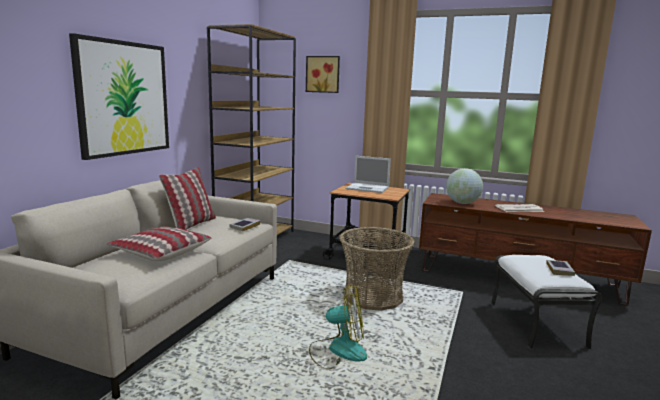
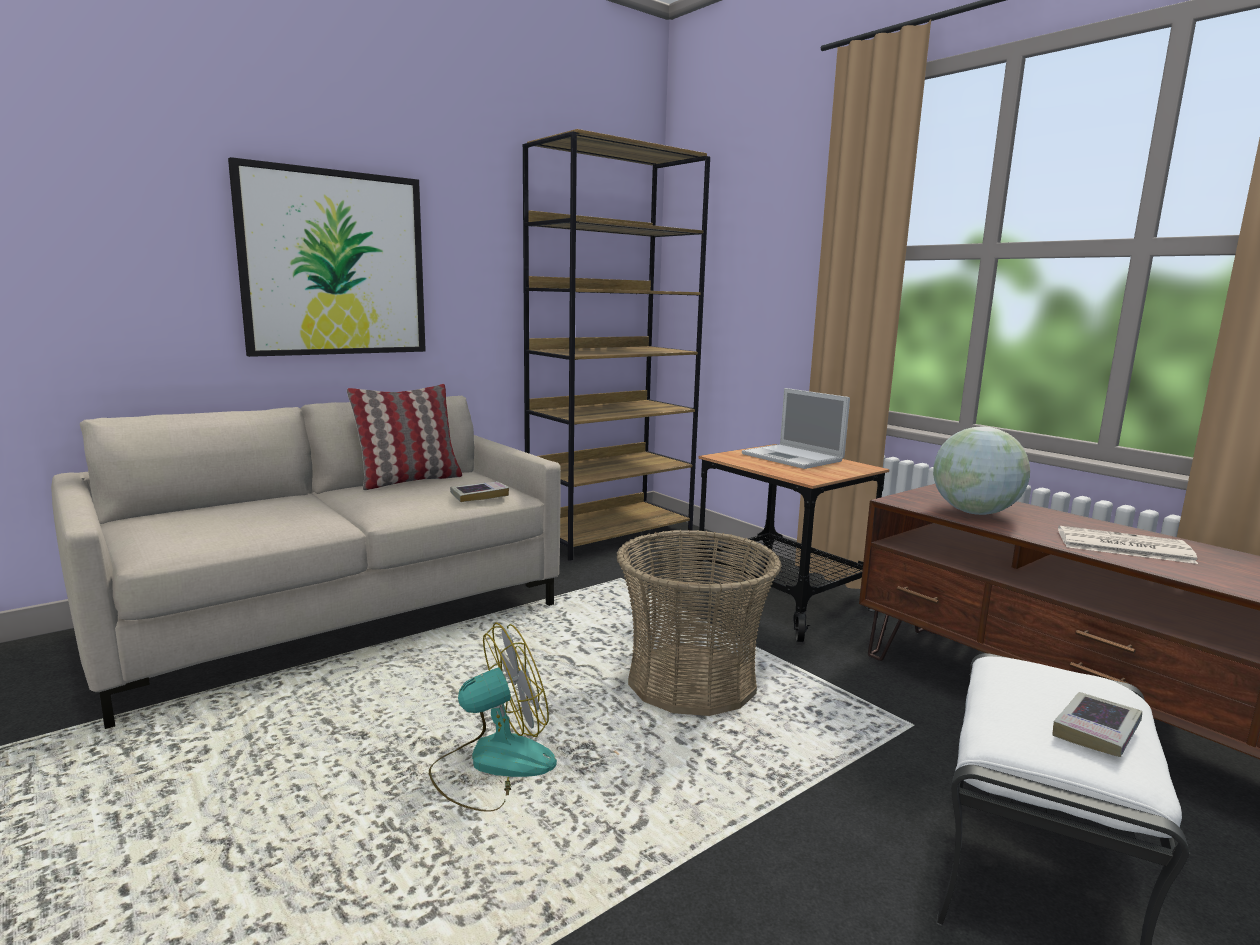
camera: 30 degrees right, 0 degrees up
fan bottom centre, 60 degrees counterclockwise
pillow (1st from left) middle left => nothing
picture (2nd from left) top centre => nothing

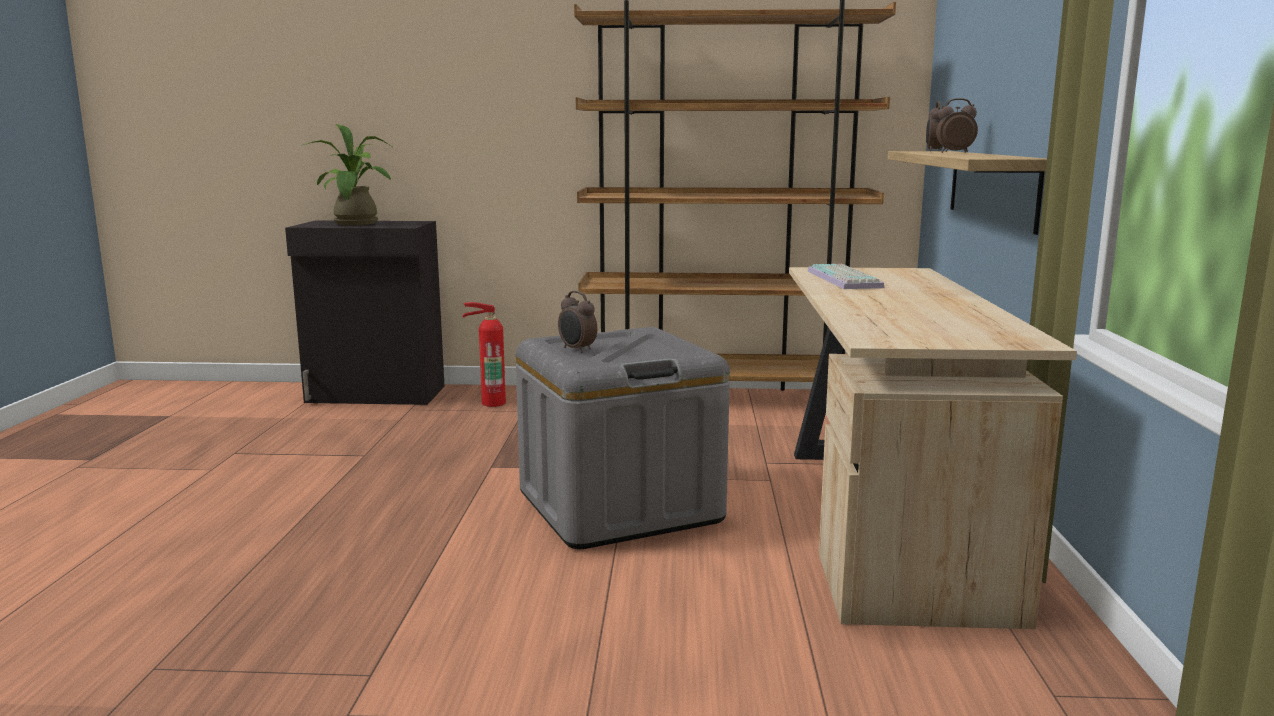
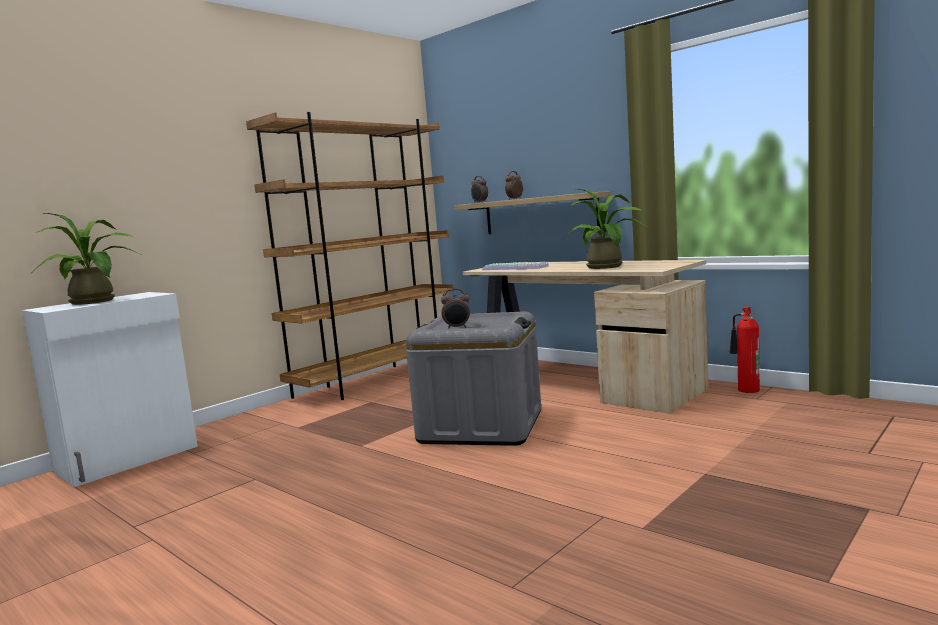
camera: 50 degrees left, 5 degrees down
cabinet/black middle left => cabinet/white middle left
nothing => potted plant (2nd from left) centre
fire extinguisher centre => fire extinguisher middle right, moved

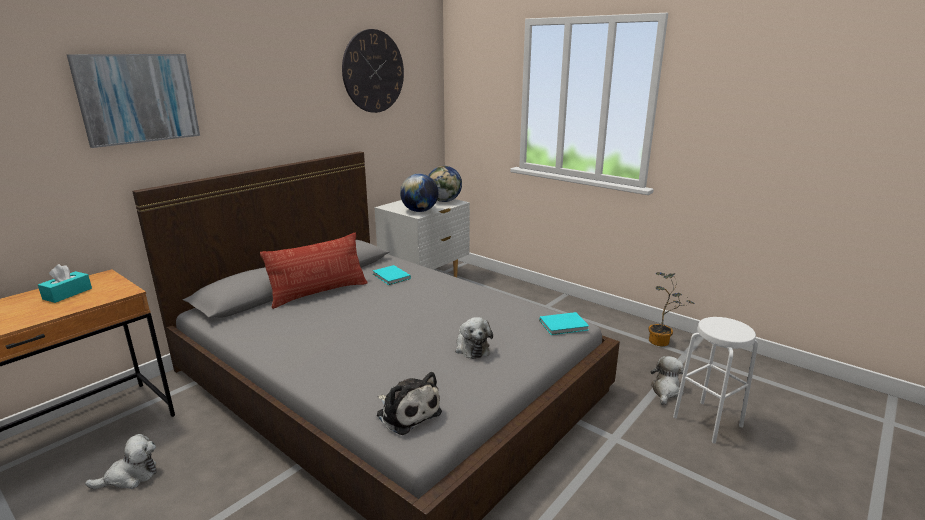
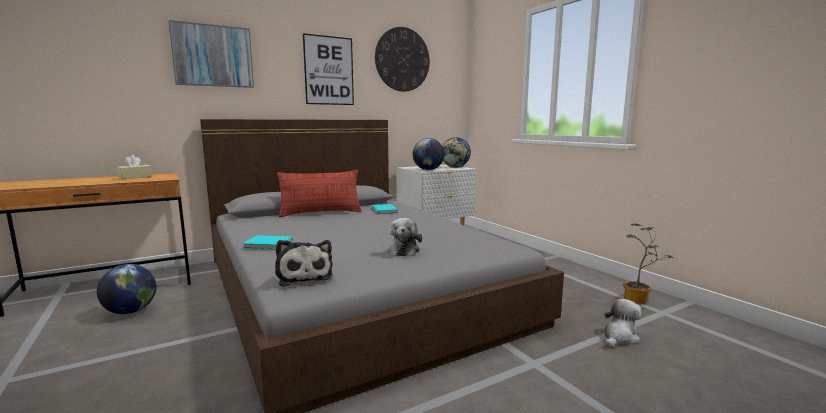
camera: 20 degrees right, 10 degrees down
plush toy (1st from left) bottom left => globe (1st from left) bottom left
tissue box/turquoise middle left => tissue box/beige middle left
book/turquoise (2nd from left in the first image) centre => book/turquoise (1st from left) middle left, moved
nothing => picture (2nd from left) top centre
stool/white bottom right => nothing

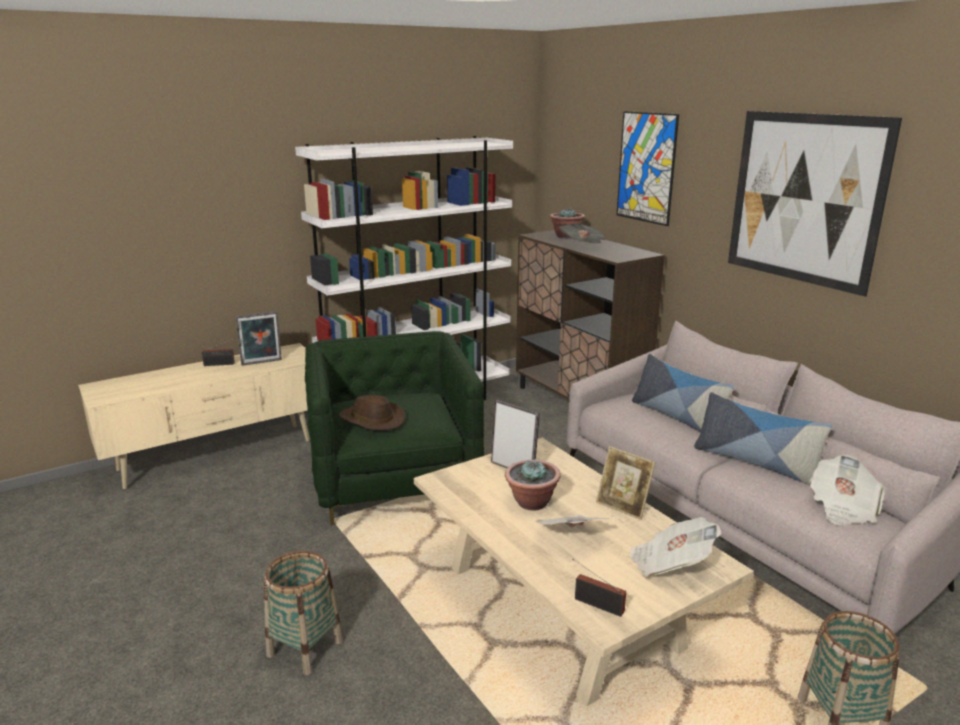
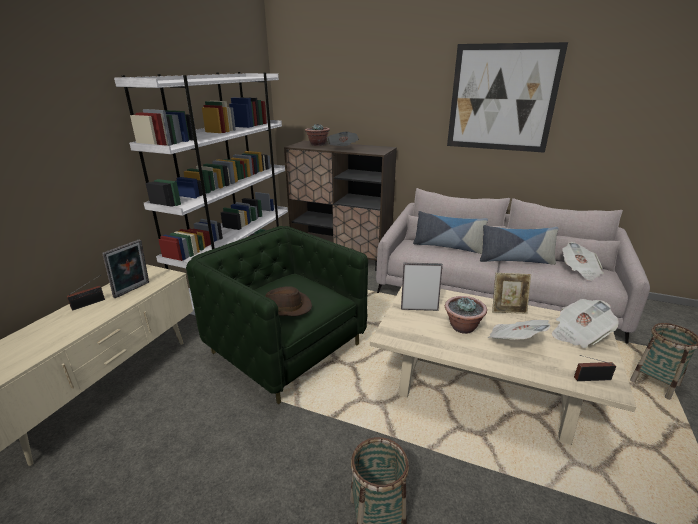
camera: 35 degrees left, 5 degrees up
picture (1st from left) top right => nothing

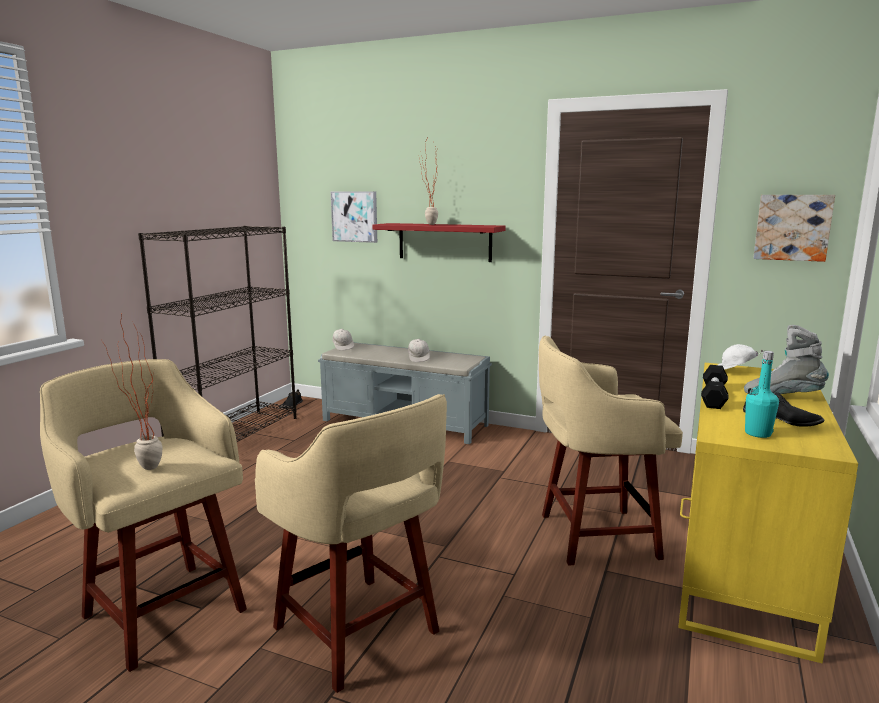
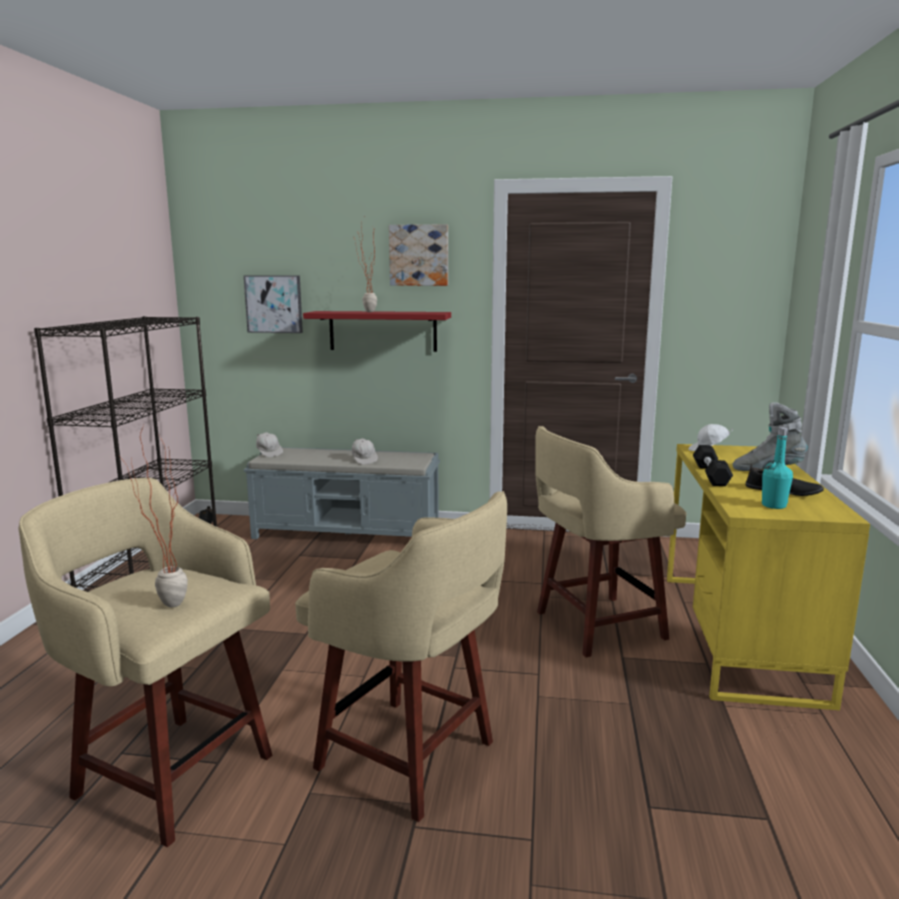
camera: 15 degrees left, 0 degrees up
picture (2nd from left) top right => picture (2nd from left) top centre, moved

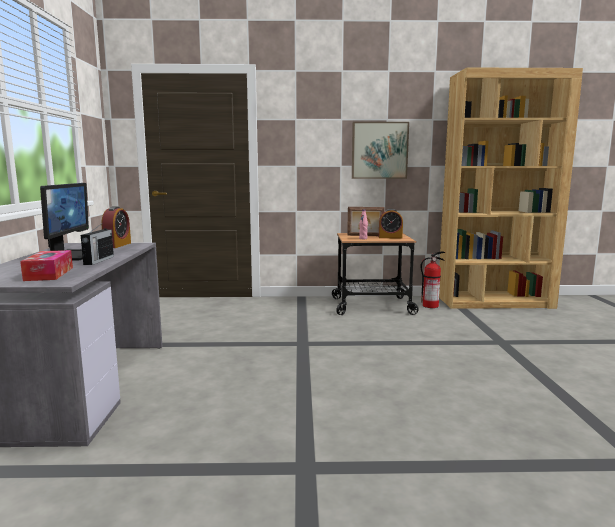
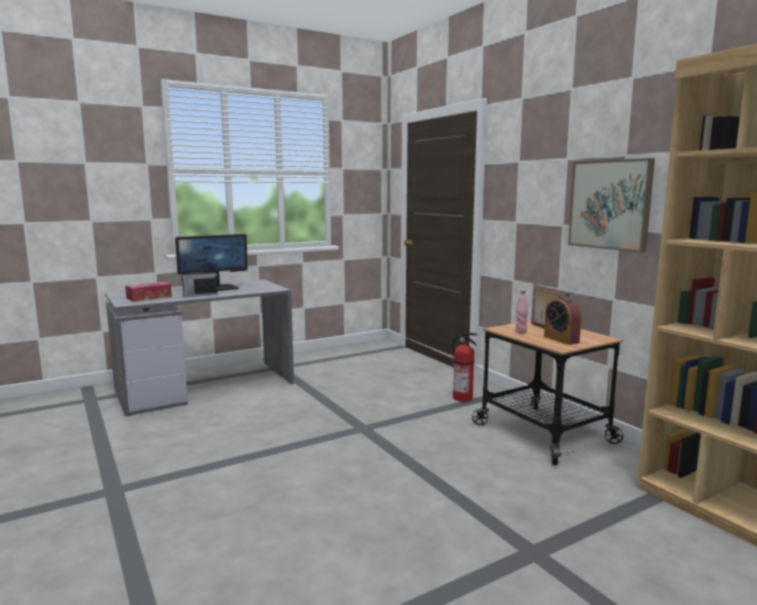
camera: 60 degrees right, 0 degrees up
fire extinguisher middle right => fire extinguisher centre, moved
alarm clock (1st from left) middle left => nothing

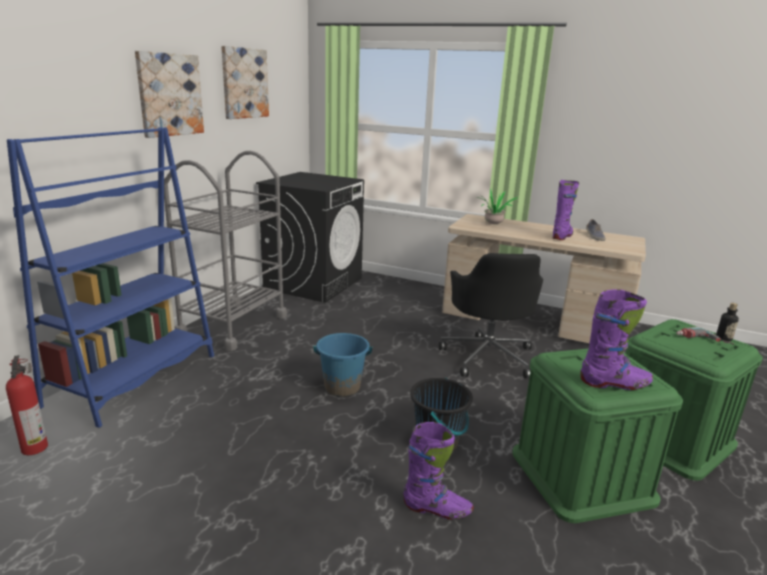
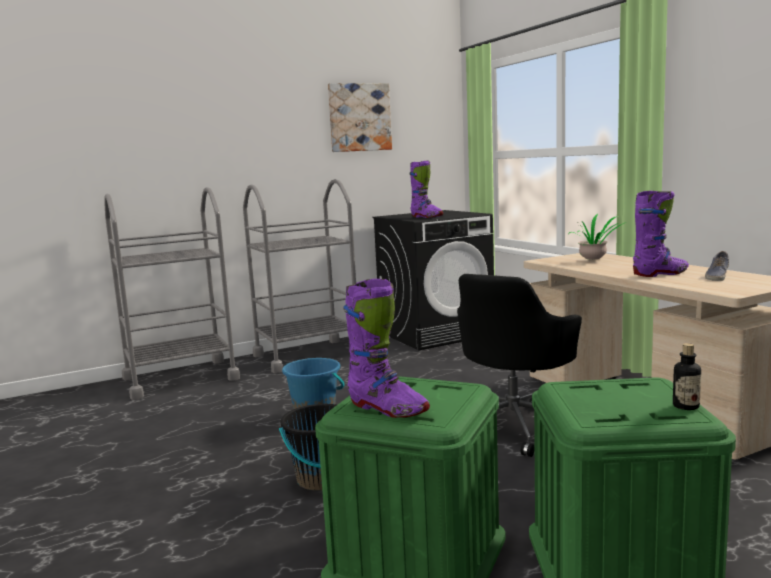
camera: 40 degrees right, 10 degrees down
bookcase/blue middle left => cart/grey (1st from left) middle left
boot/purple (1st from left in the first image) bottom centre => boot/purple (2nd from left) top centre, moved
fire extinguisher bottom left => nothing
picture (1st from left) top left => nothing
power drill middle right => nothing

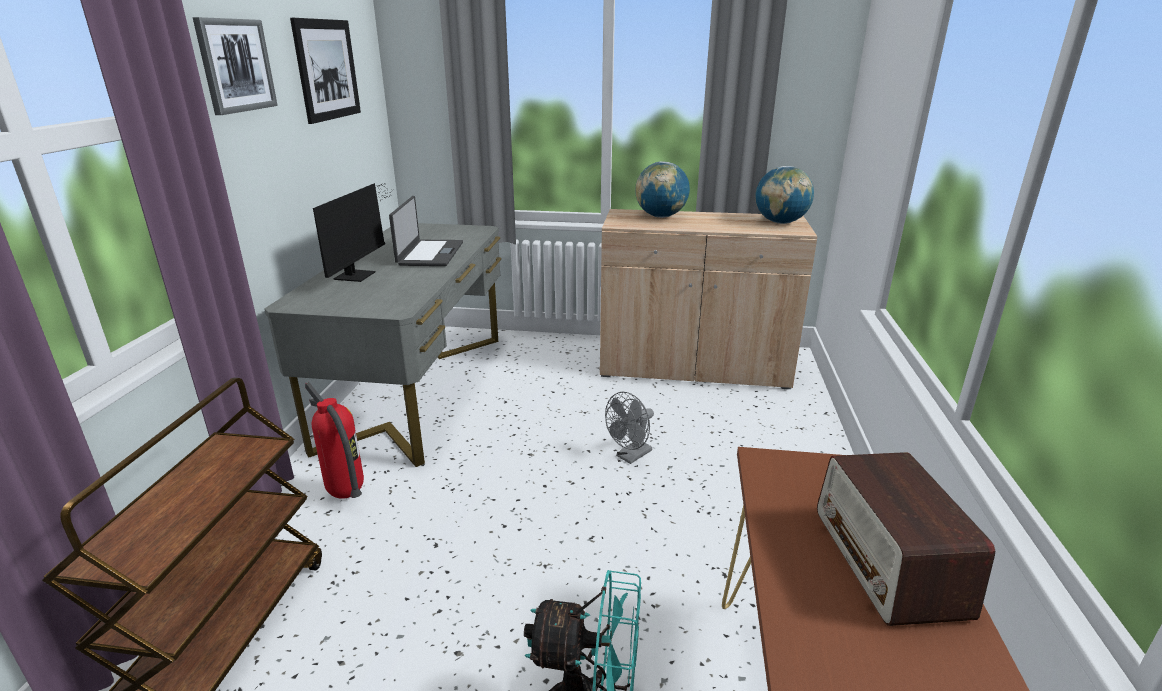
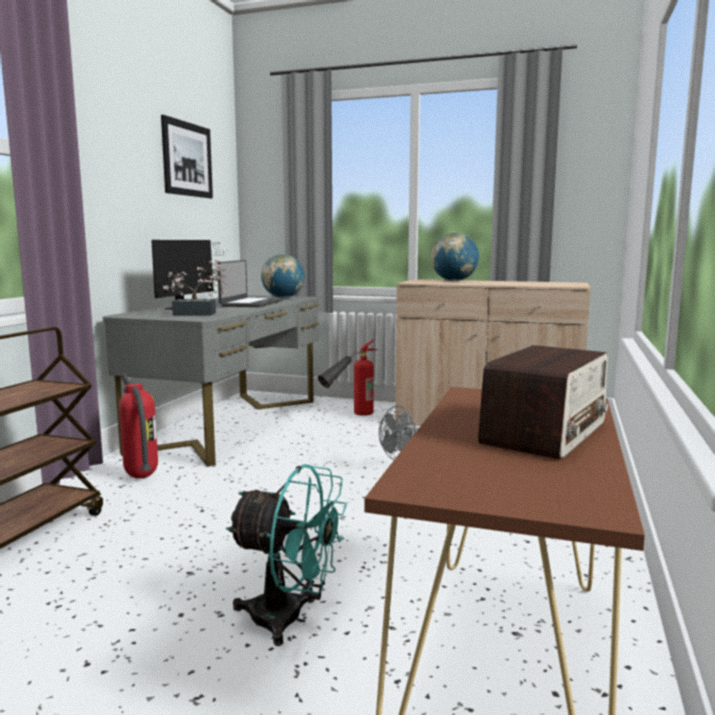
camera: 10 degrees right, 15 degrees down
nothing => potted plant middle left
globe (2nd from left in the first image) top right => globe (1st from left) centre, moved
nothing => fire extinguisher (2nd from left) centre
radio bottom right => radio middle right, 150 degrees counterclockwise
picture (1st from left) top left => nothing

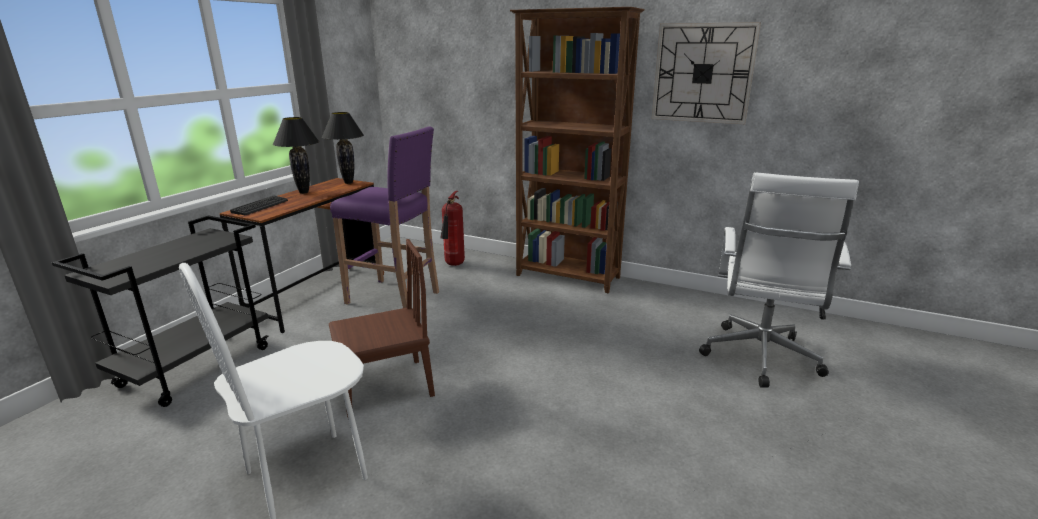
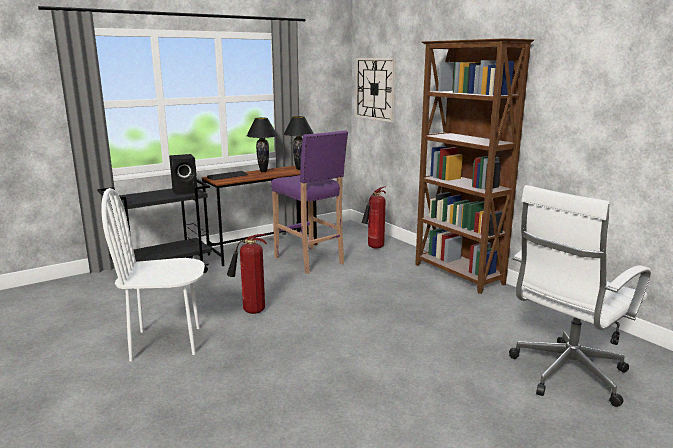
camera: 30 degrees right, 5 degrees down
nothing => speaker/black middle left
chair/brown centre => fire extinguisher (1st from left) centre
wall clock top right => wall clock top centre, moved

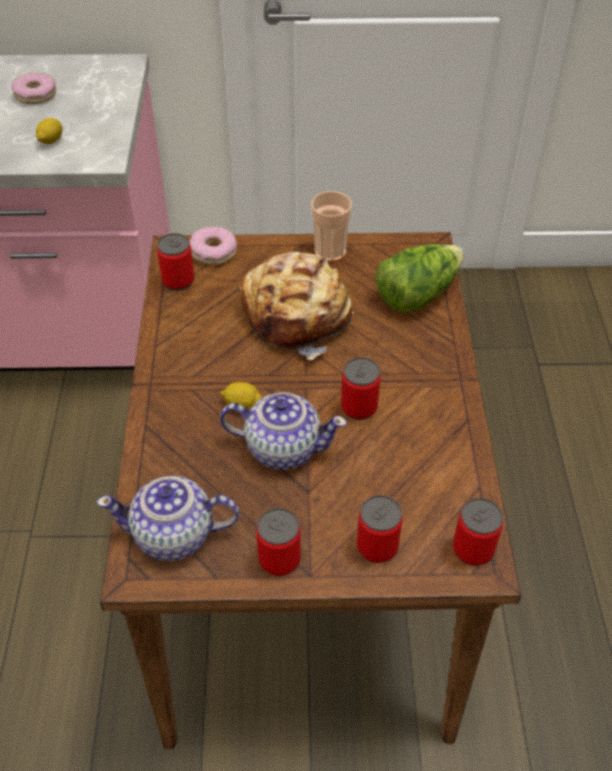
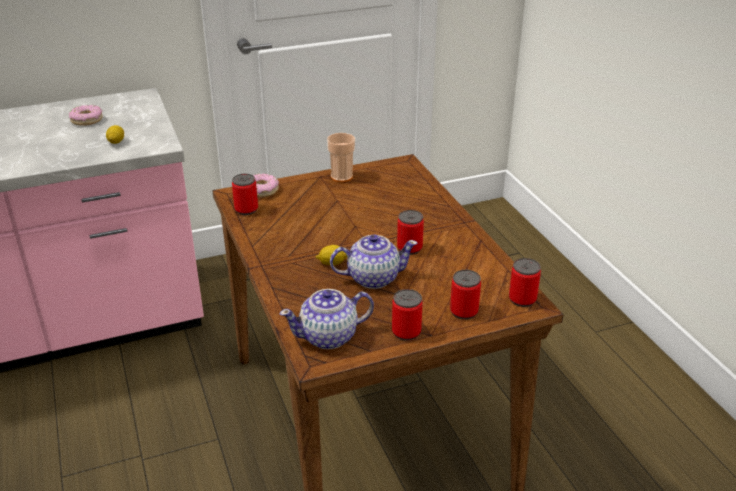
camera: 20 degrees left, 15 degrees down
bread centre => nothing
lettuce middle right => nothing

